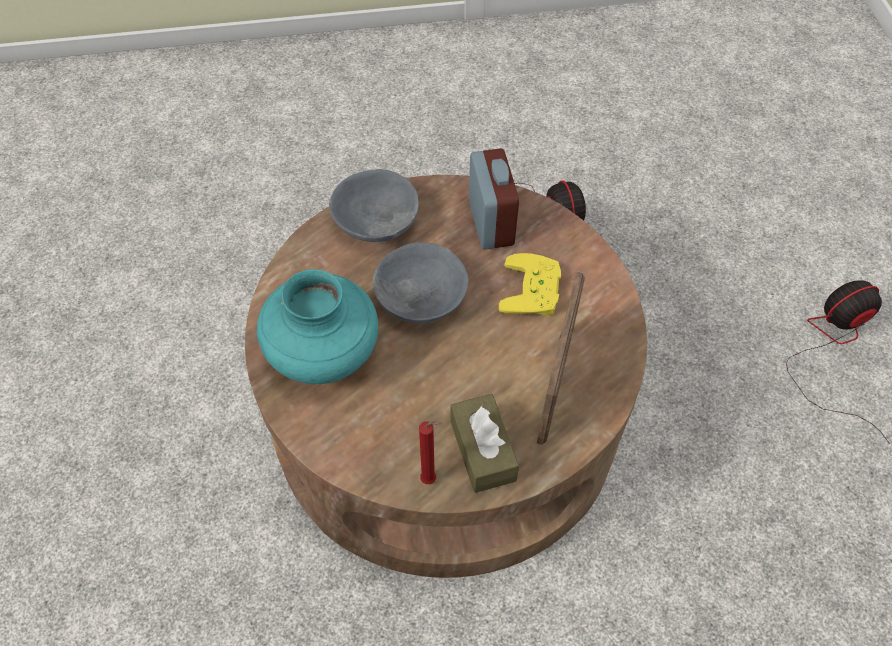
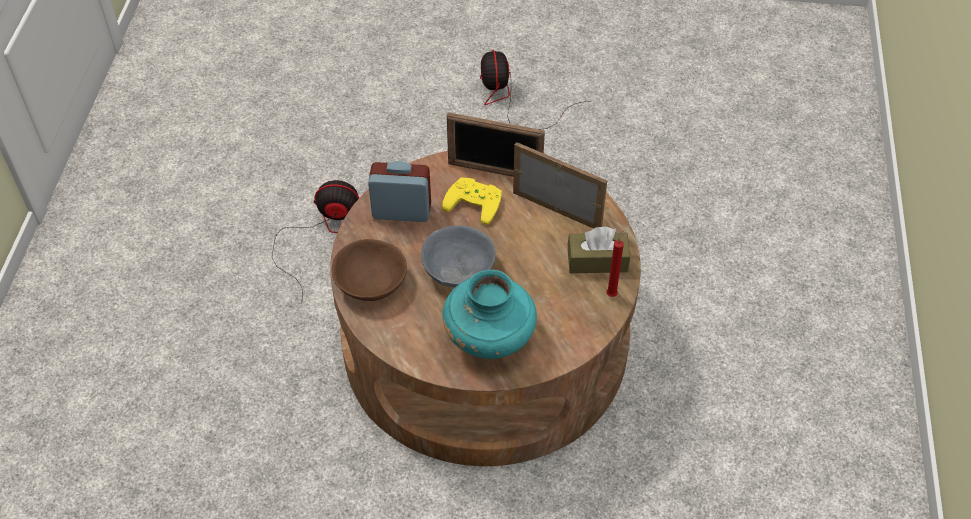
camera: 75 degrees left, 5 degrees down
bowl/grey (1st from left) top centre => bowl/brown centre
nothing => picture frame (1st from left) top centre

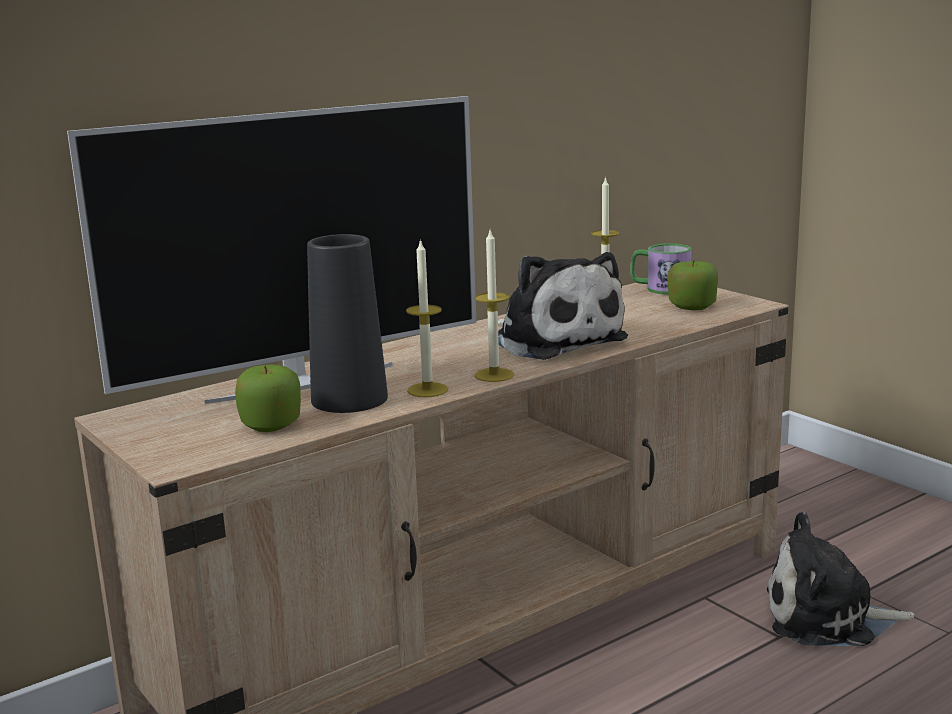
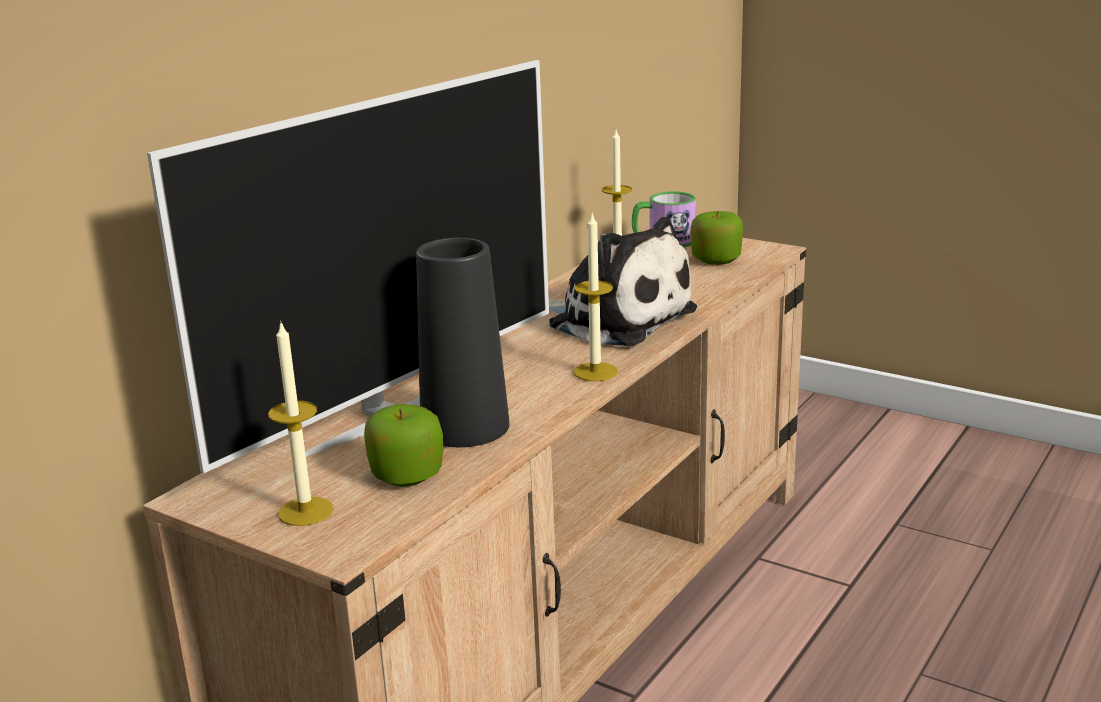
camera: 20 degrees left, 5 degrees up
candle (1st from left) centre => candle (1st from left) middle left, moved
plush toy (2nd from left) bottom right => nothing

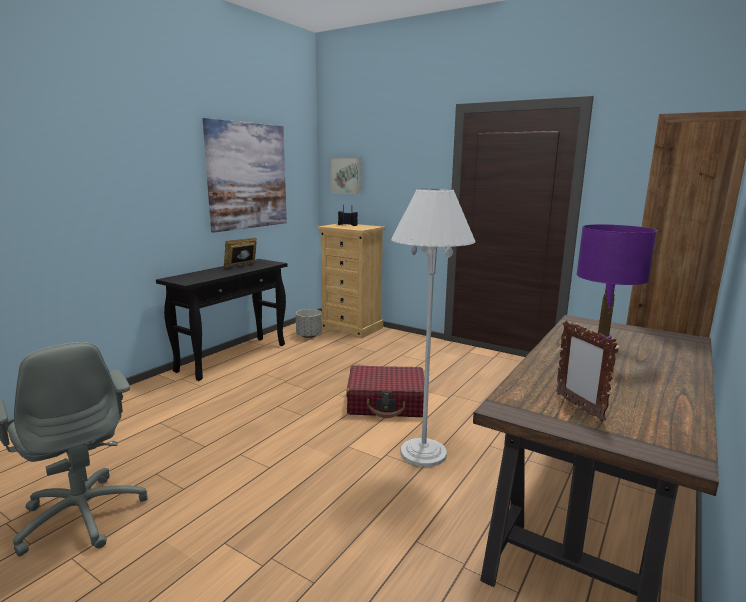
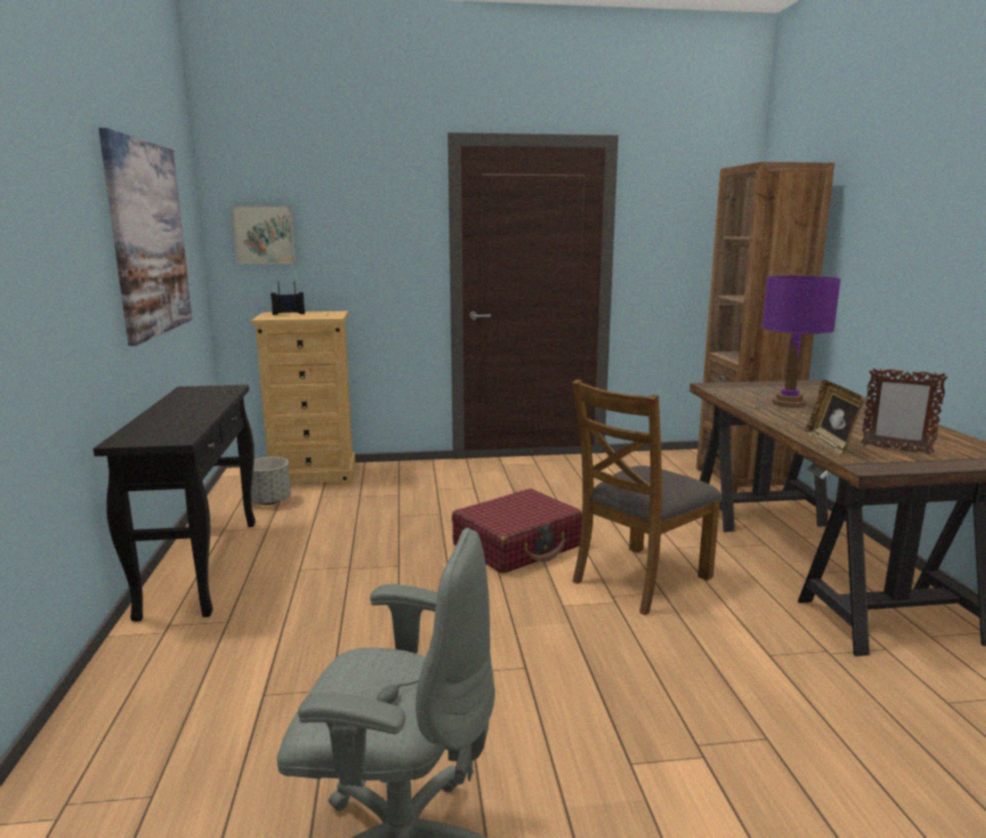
camera: 40 degrees left, 0 degrees up
floor lamp/white centre => chair/brown centre
picture frame (1st from left) middle left => picture frame (1st from left) middle right, moved

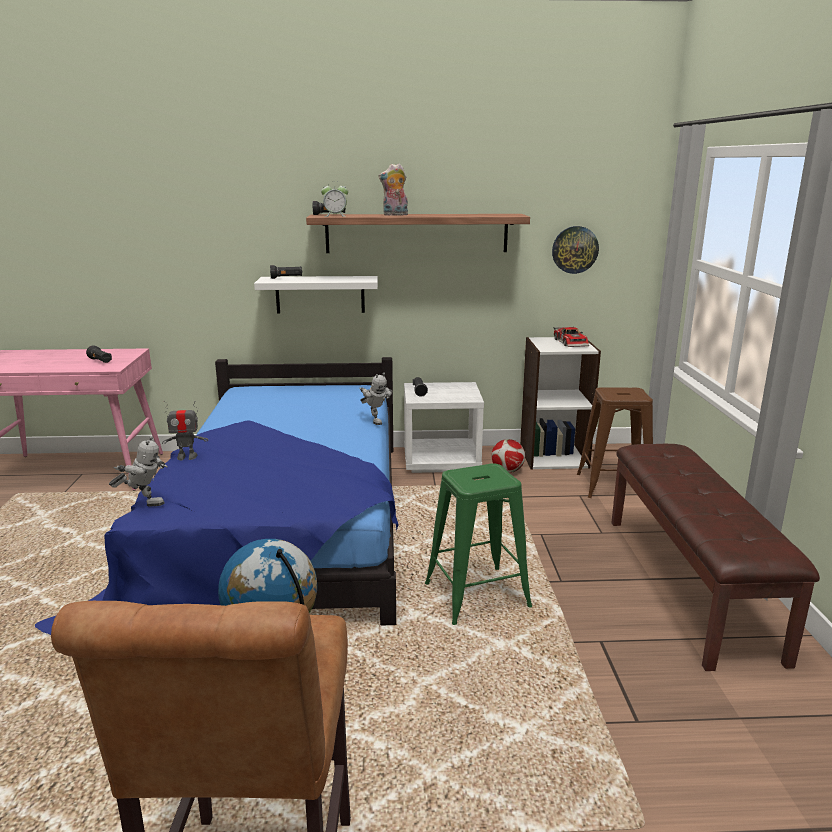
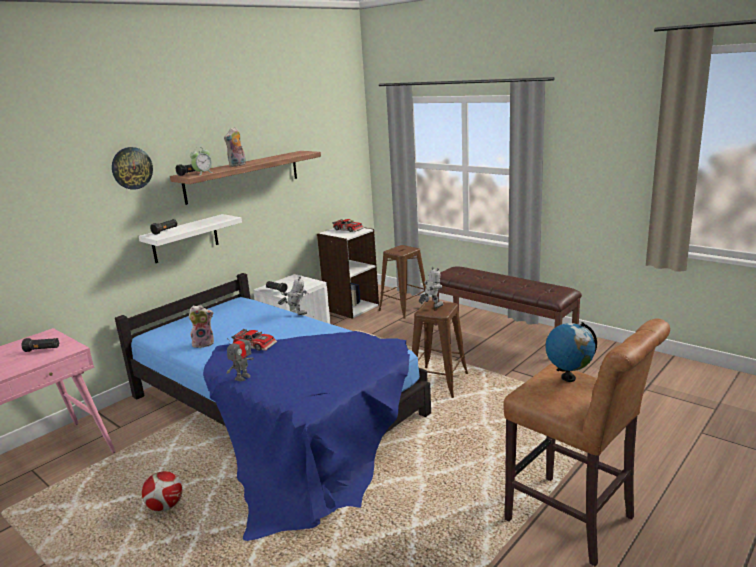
camera: 45 degrees left, 0 degrees up
wall clock top right => wall clock top left, moved
football centre => football bottom left, moved
nothing => plush toy (1st from left) middle left
nothing => toy car (1st from left) centre
stool/green centre => stool/brown (2nd from left) centre
toy robot (1st from left in the first image) middle left => toy robot (3rd from left) centre, moved

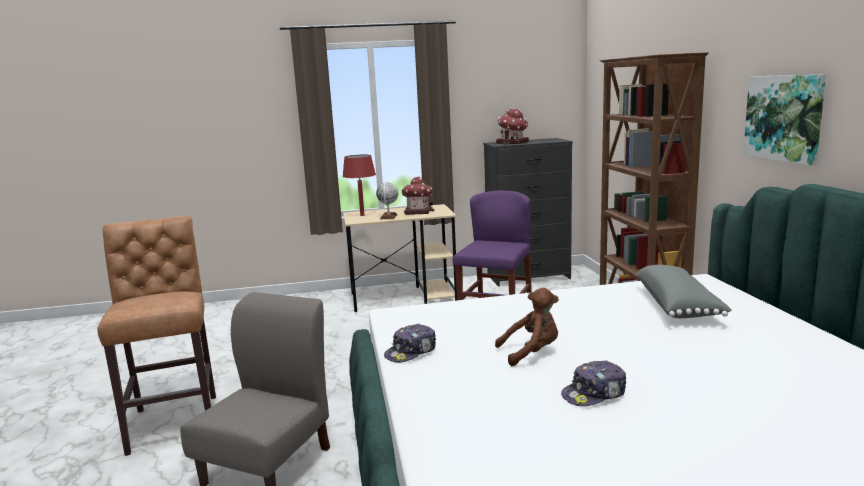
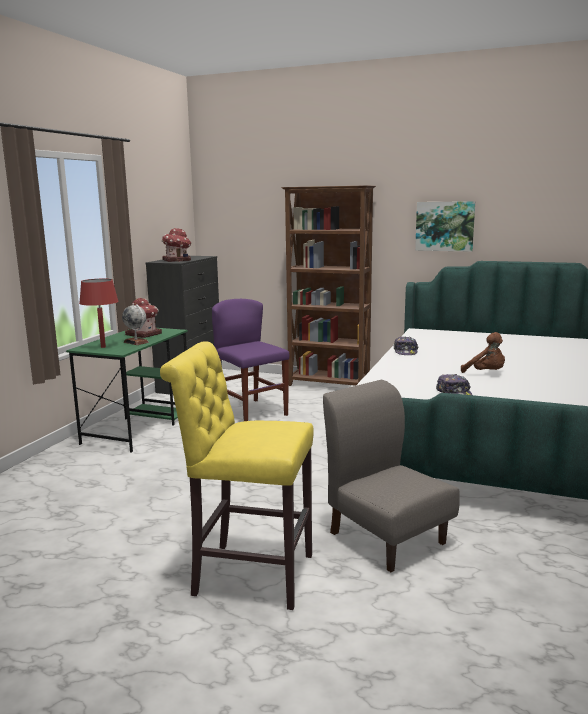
camera: 60 degrees left, 0 degrees up
desk/beige centre => desk/green middle left
stool/brown bottom left => stool/yellow centre
cap (2nd from left in the first image) bottom right => cap (1st from left) middle right, moved
plush toy/brown bottom centre => plush toy/brown middle right, 120 degrees clockwise
pillow/grey middle right => nothing

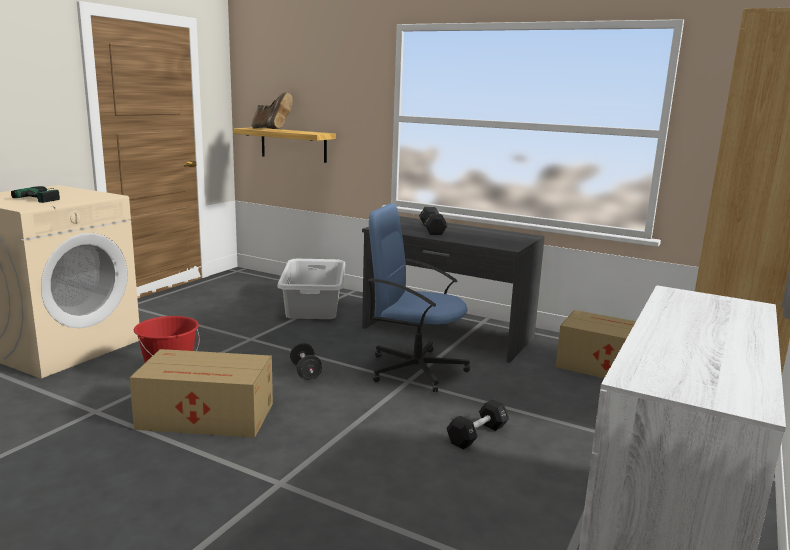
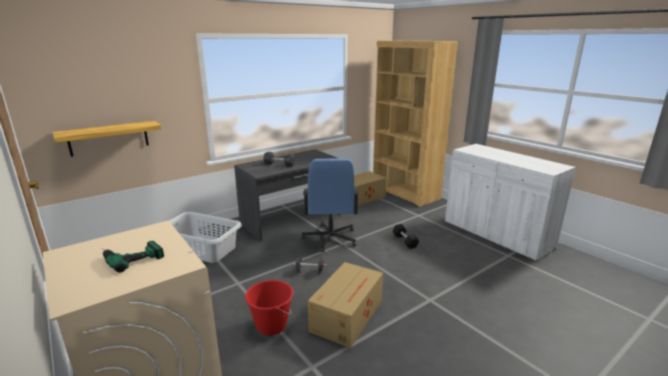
camera: 65 degrees left, 5 degrees up
office chair/blue centre, 45 degrees counterclockwise
boot/brown top centre => nothing

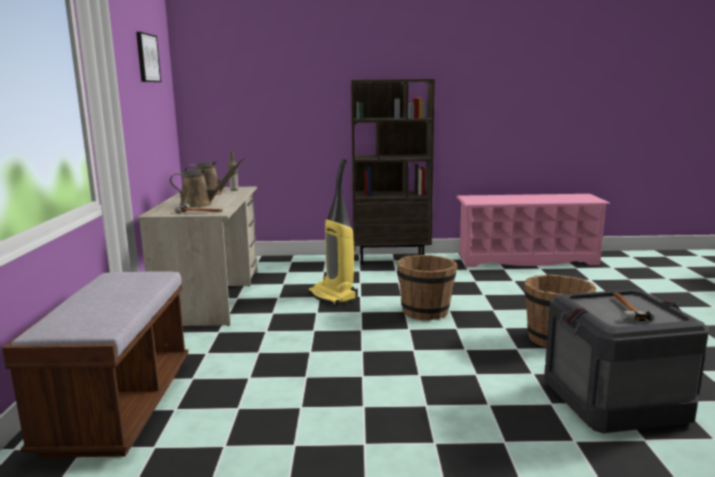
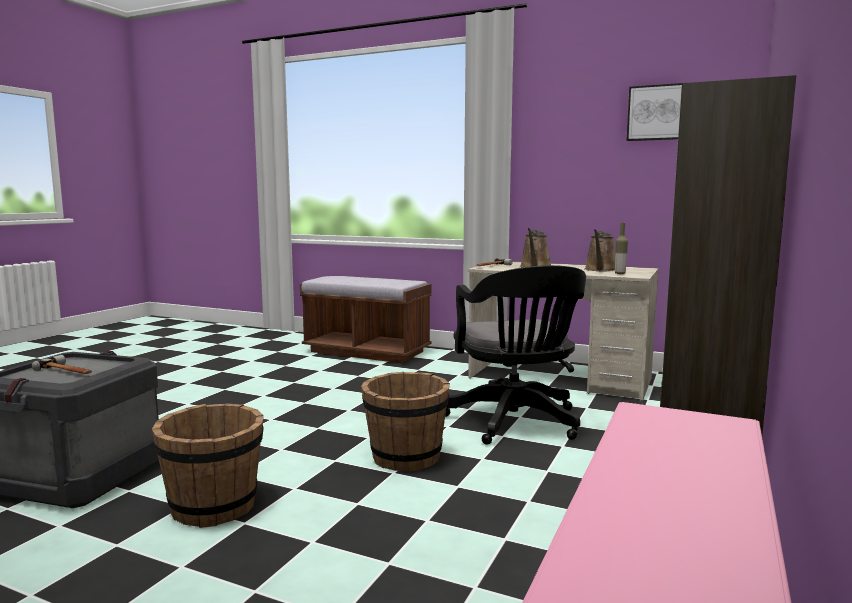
camera: 115 degrees right, 5 degrees down
vacuum cleaner centre => office chair/black centre

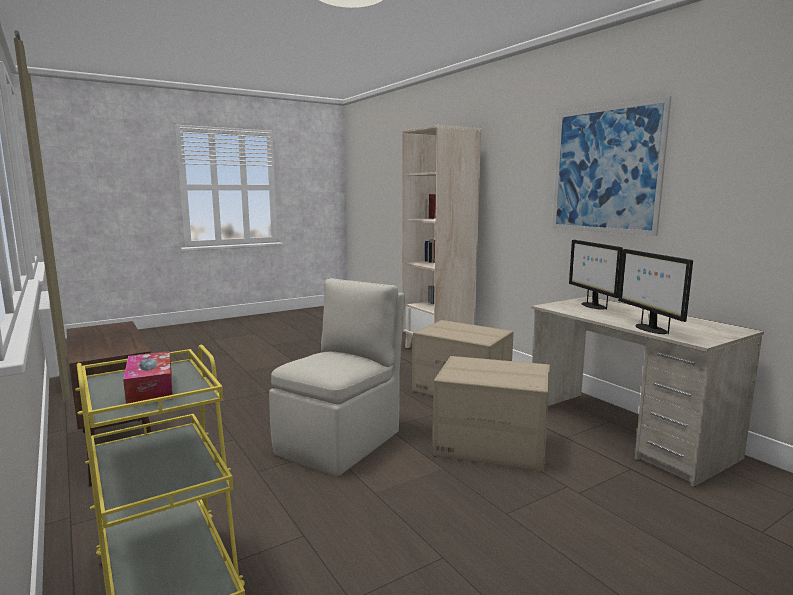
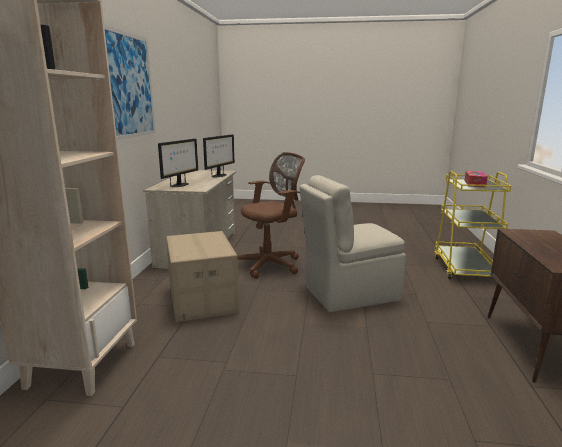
camera: 140 degrees left, 5 degrees up
cardboard box (2nd from left) bottom centre => office chair/brown centre

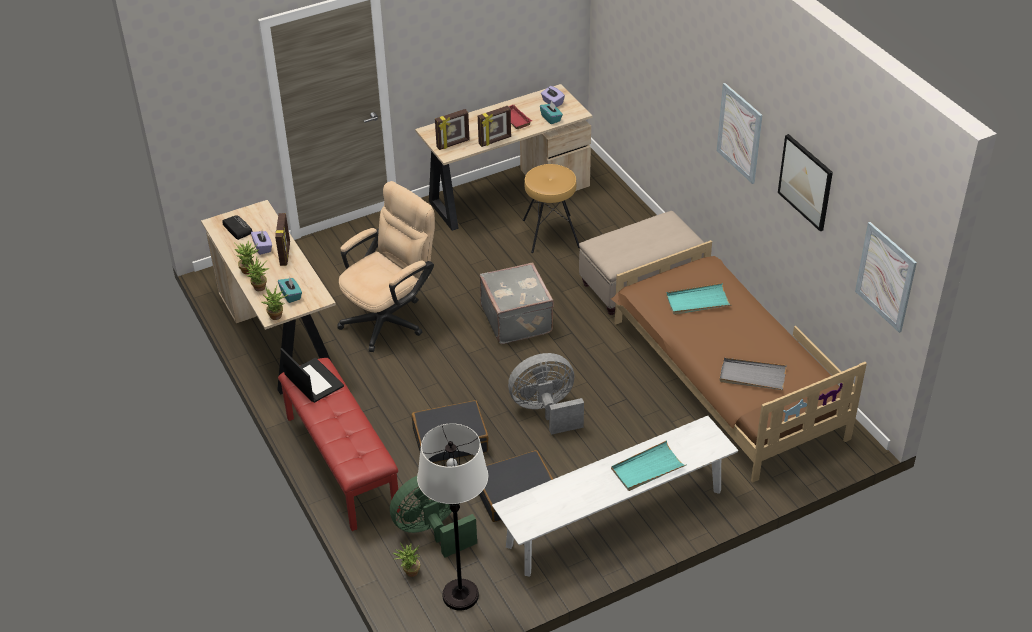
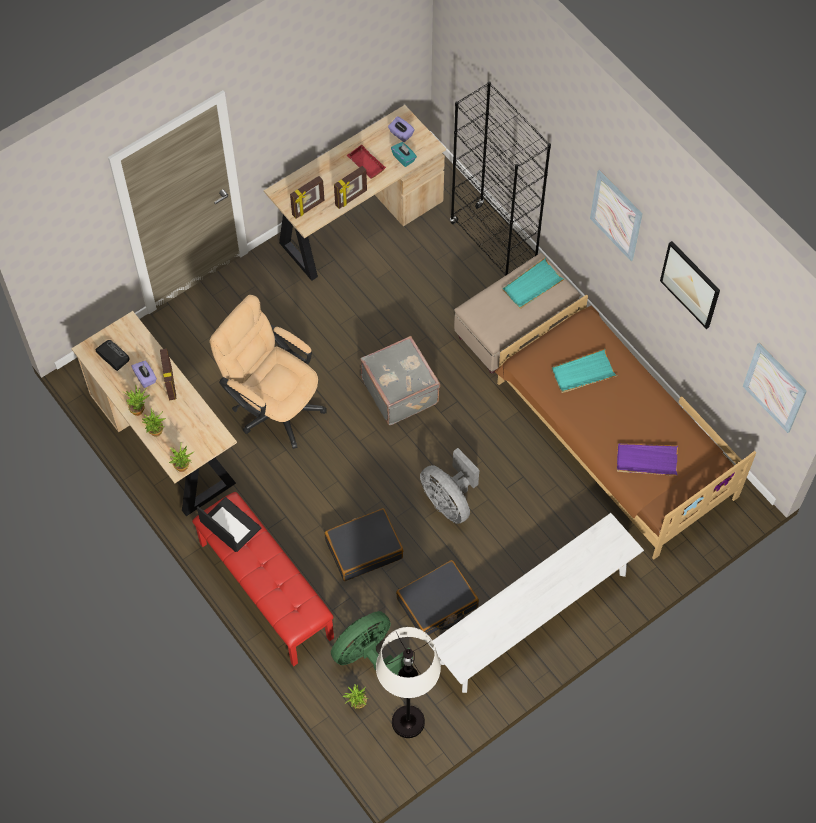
camera: 10 degrees left, 20 degrees up
office chair/beige centre => office chair/beige middle left, 90 degrees counterclockwise
fan/grey centre, 105 degrees counterclockwise
nothing => bookcase/black top centre
tray/turquoise (1st from left) bottom centre => tray/turquoise (1st from left) centre, moved
tray/grey middle right => tray/purple middle right
tissue box/turquoise (1st from left) middle left => nothing
stool/brown top centre => nothing

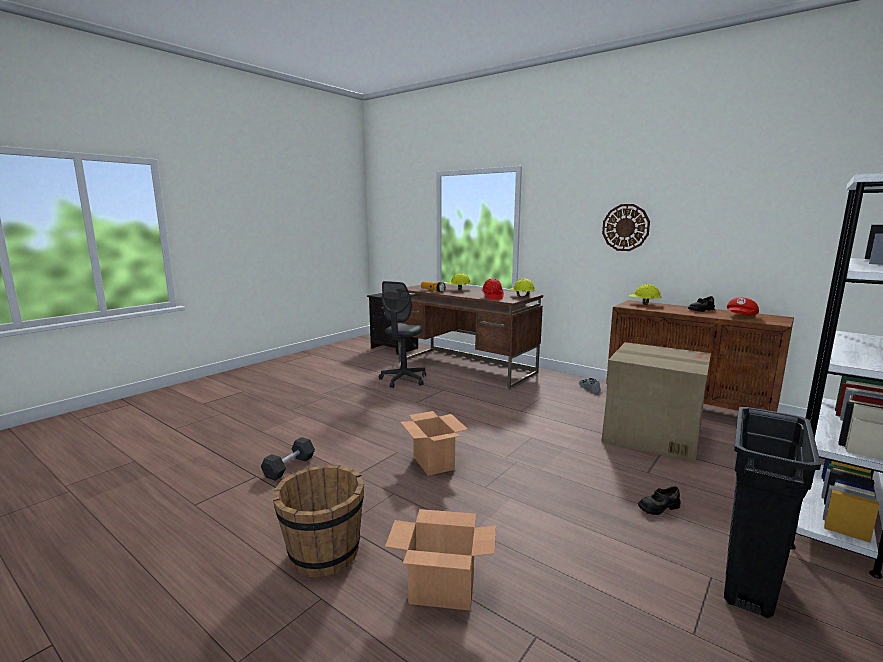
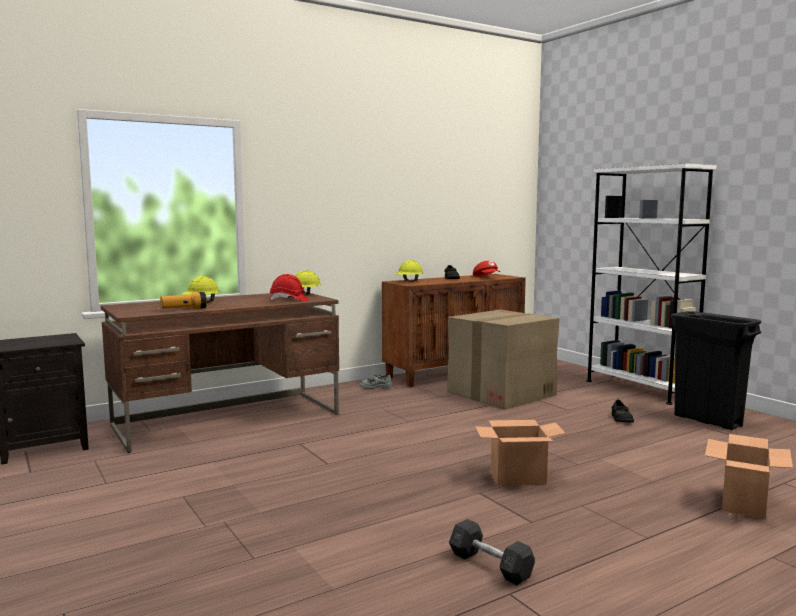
camera: 70 degrees left, 5 degrees down
bucket/brown bottom centre => nothing
office chair/grey centre => nothing
wall clock middle right => nothing

